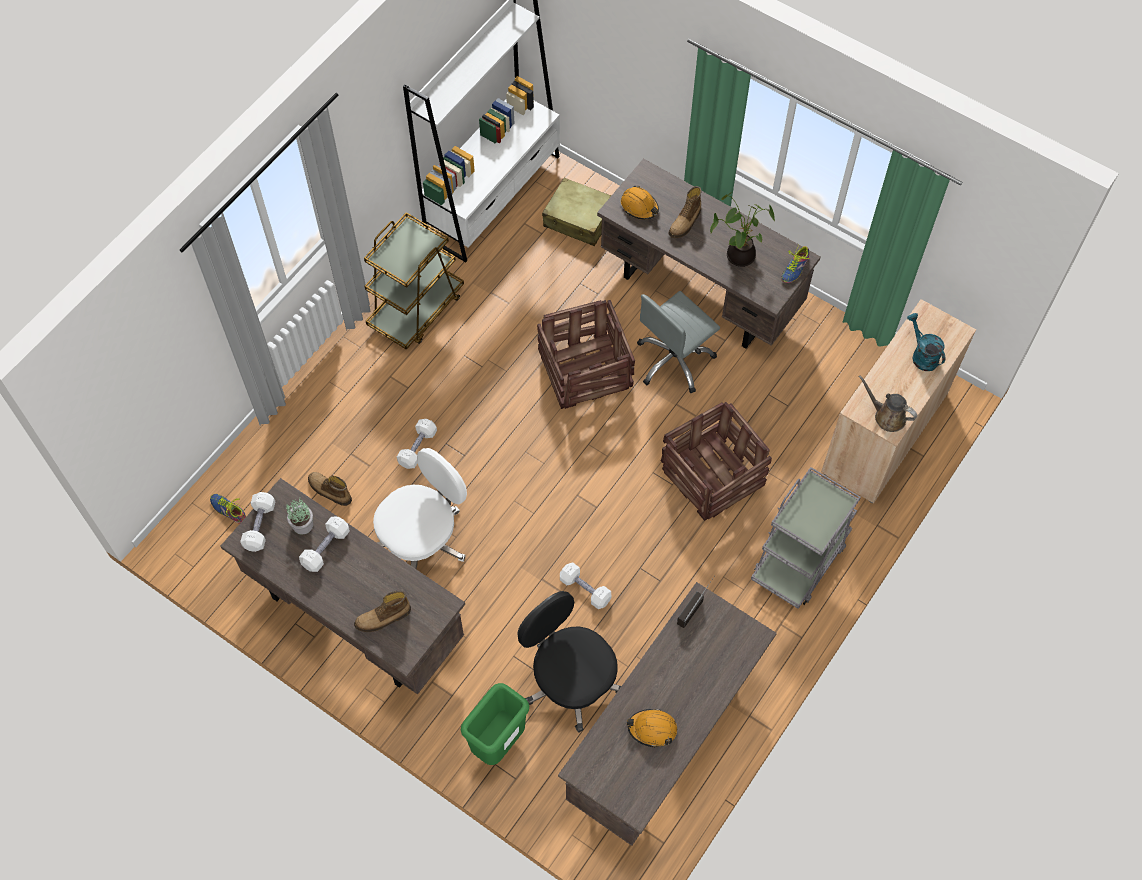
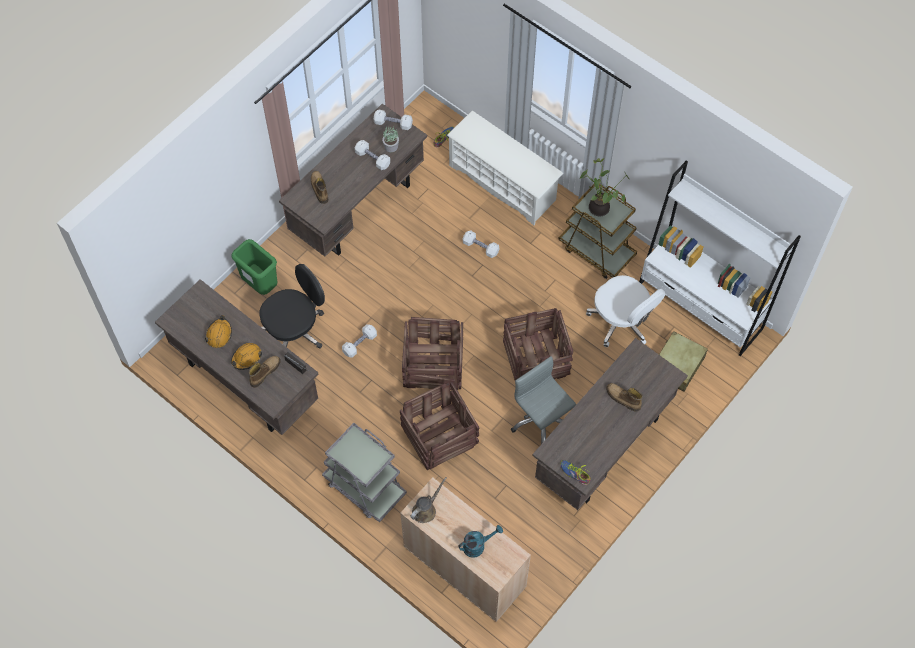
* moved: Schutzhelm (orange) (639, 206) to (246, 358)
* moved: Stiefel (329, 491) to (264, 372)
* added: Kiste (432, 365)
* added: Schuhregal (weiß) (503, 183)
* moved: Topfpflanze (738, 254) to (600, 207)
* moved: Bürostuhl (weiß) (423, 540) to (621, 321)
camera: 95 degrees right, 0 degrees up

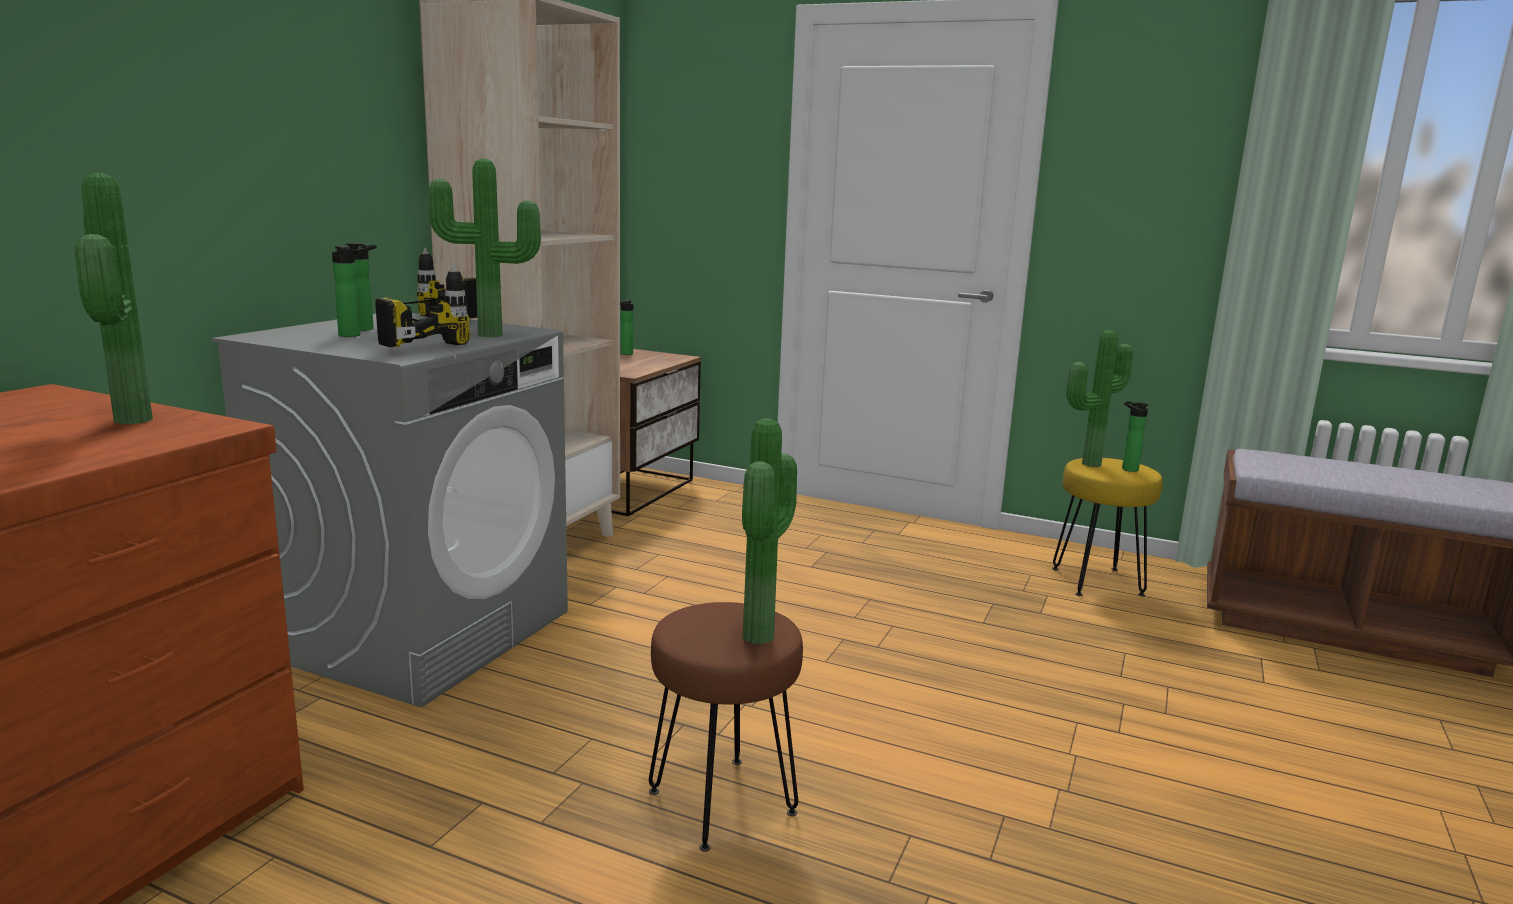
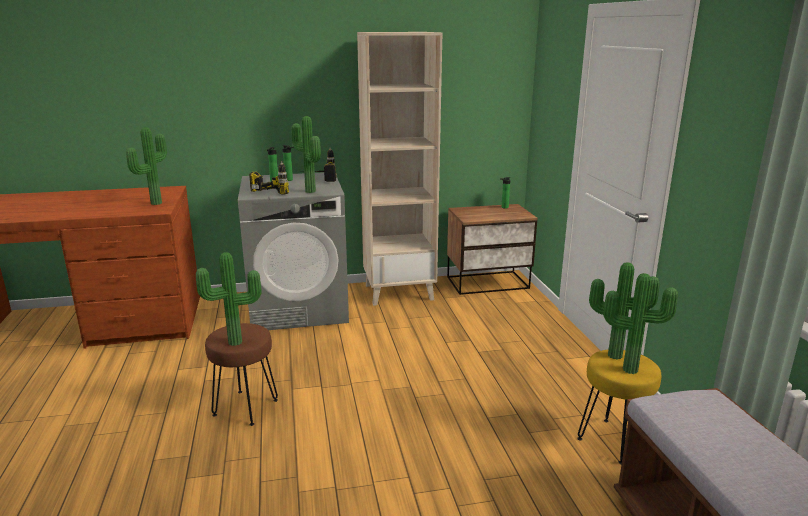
* replaced: Flasche (1127, 469) to Topfpflanze (629, 368)
camera: 55 degrees right, 5 degrees up

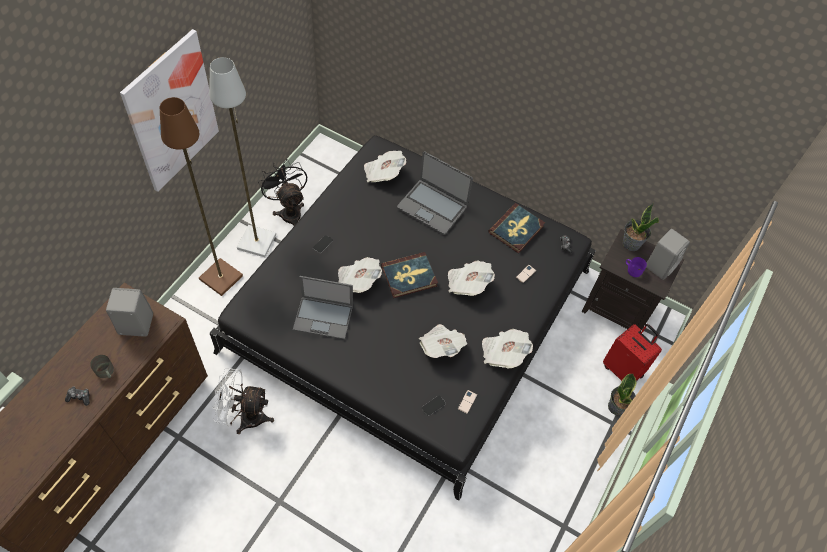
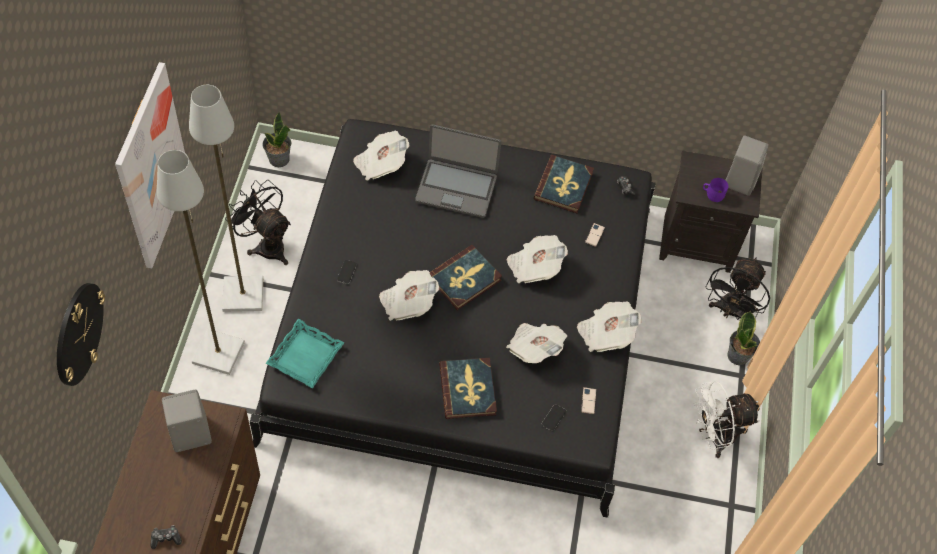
* added: Wanduhr (78, 333)
* recoloured: Stehlampe (braun) (222, 277) to Stehlampe (grau) (219, 352)
* moved: Topfpflanze (631, 243) to (278, 159)
* added: Tablett (türkis) (305, 356)
* added: Buch (468, 390)
* moved: Ventilator (weiß) (245, 416) to (714, 437)
* replaced: Koffer (rot) (623, 370) to Ventilator (schwarz) (729, 312)
* removed: Henkelbecher (grau) (106, 372)
* removed: Laptop (324, 317)
camera: 20 degrees left, 0 degrees up

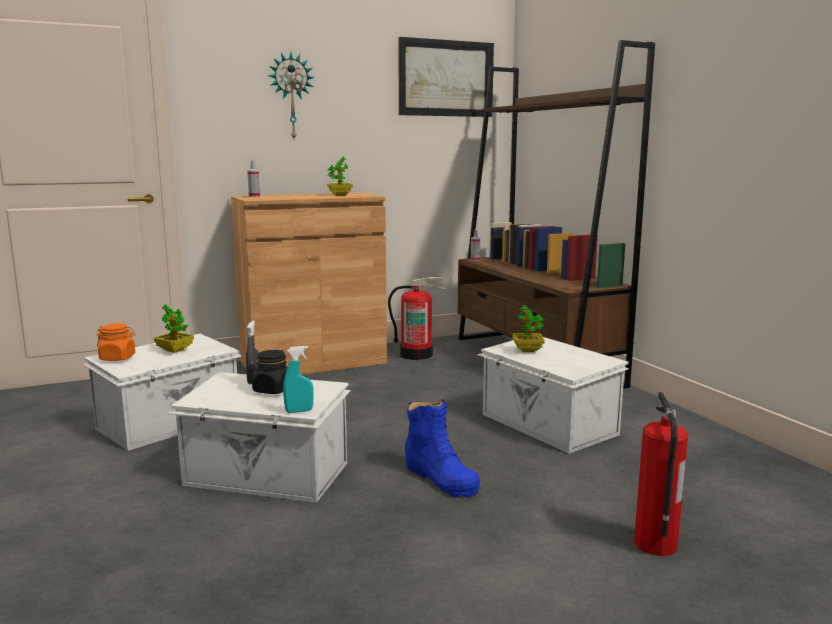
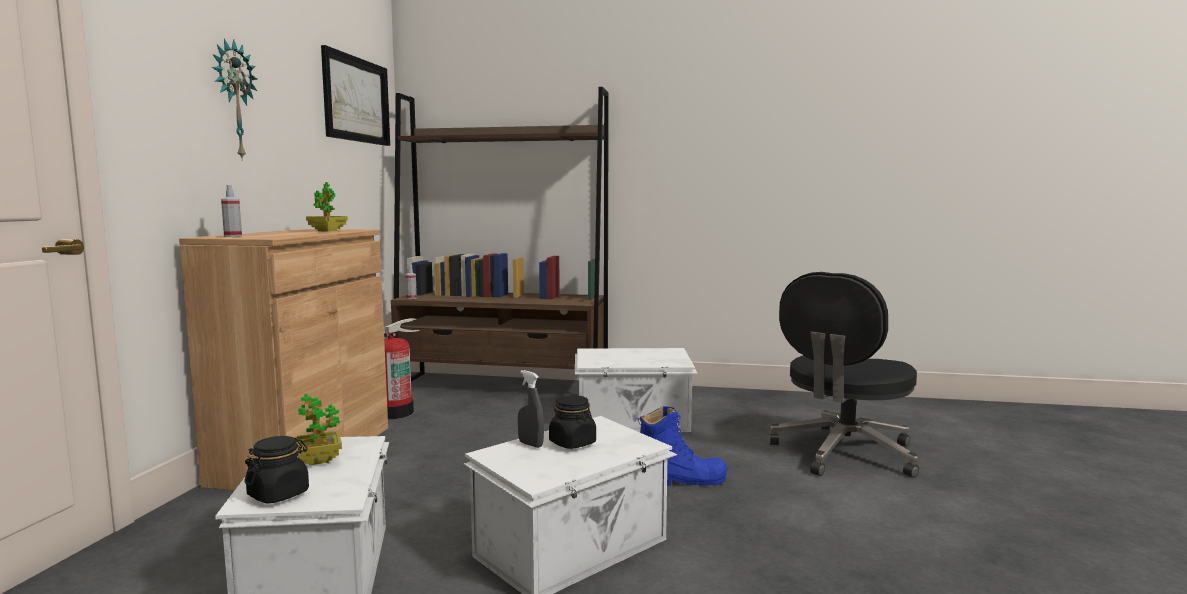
* recoloured: Vorratsglas (orange) (118, 358) to Vorratsglas (schwarz) (279, 494)
* replaced: Feuerlöscher (655, 544) to Bürostuhl (schwarz) (843, 453)
* removed: Sprühflasche (türkis) (299, 411)
* removed: Topfpflanze (527, 350)
camera: 55 degrees left, 5 degrees down

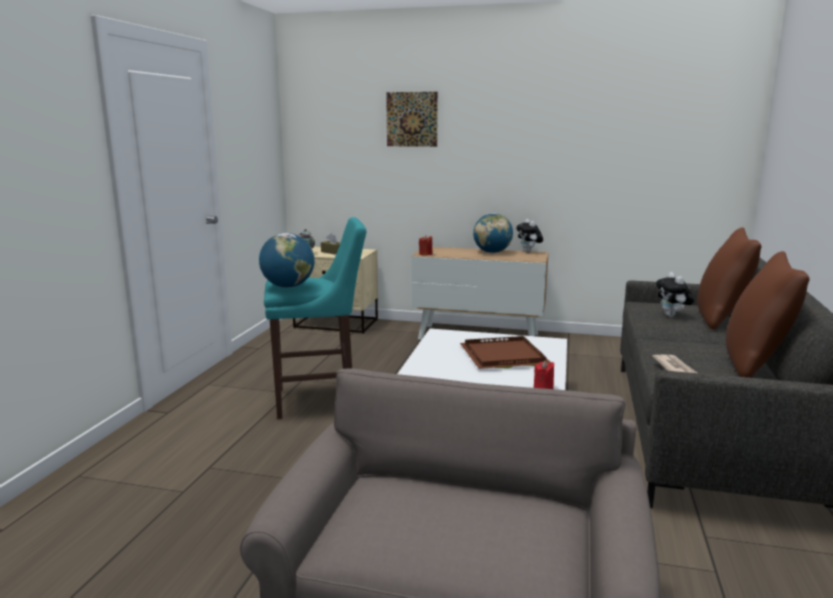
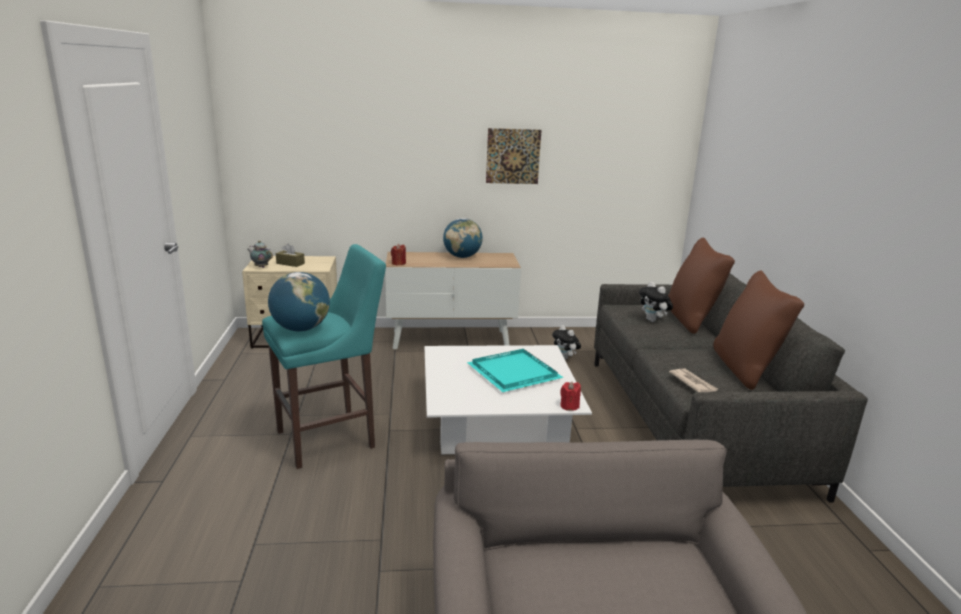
* recoloured: Tablett (braun) (502, 355) to Tablett (türkis) (512, 372)
* moved: Bild (412, 119) to (513, 156)
* moved: Plüschtier (529, 252) to (565, 358)
camera: 20 degrees left, 5 degrees up

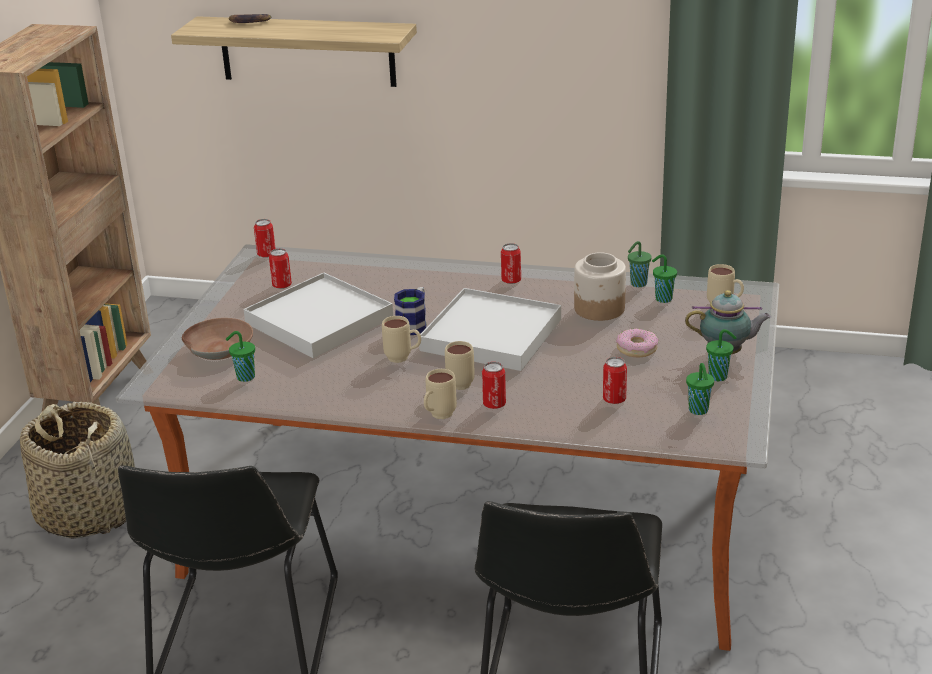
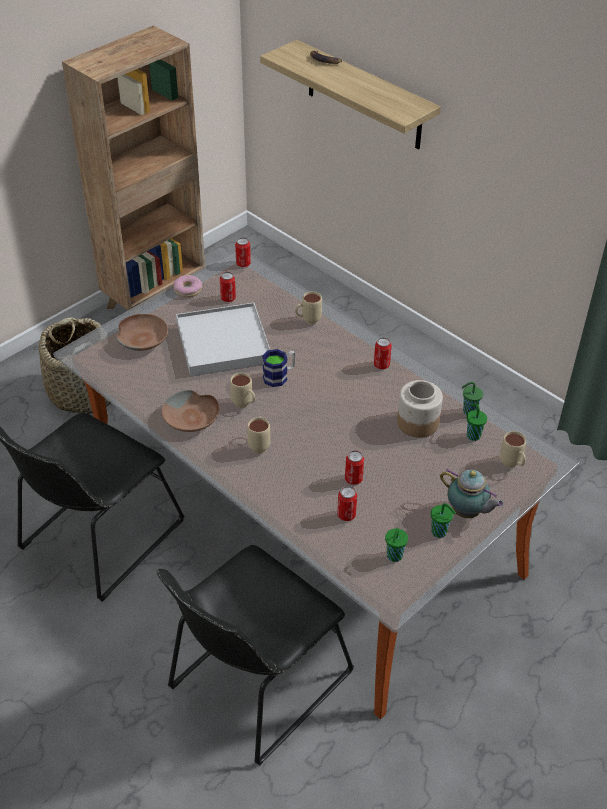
* added: Schüssel (braun) (192, 419)
* moved: Donut (637, 349) to (188, 290)
* moved: Henkelbecher (beige) (438, 416) to (307, 321)
* moved: Dose (494, 404) to (353, 479)
* removed: Tasse (grün) (244, 377)
* removed: Tablett (weiß) (492, 335)
camera: 30 degrees right, 15 degrees up

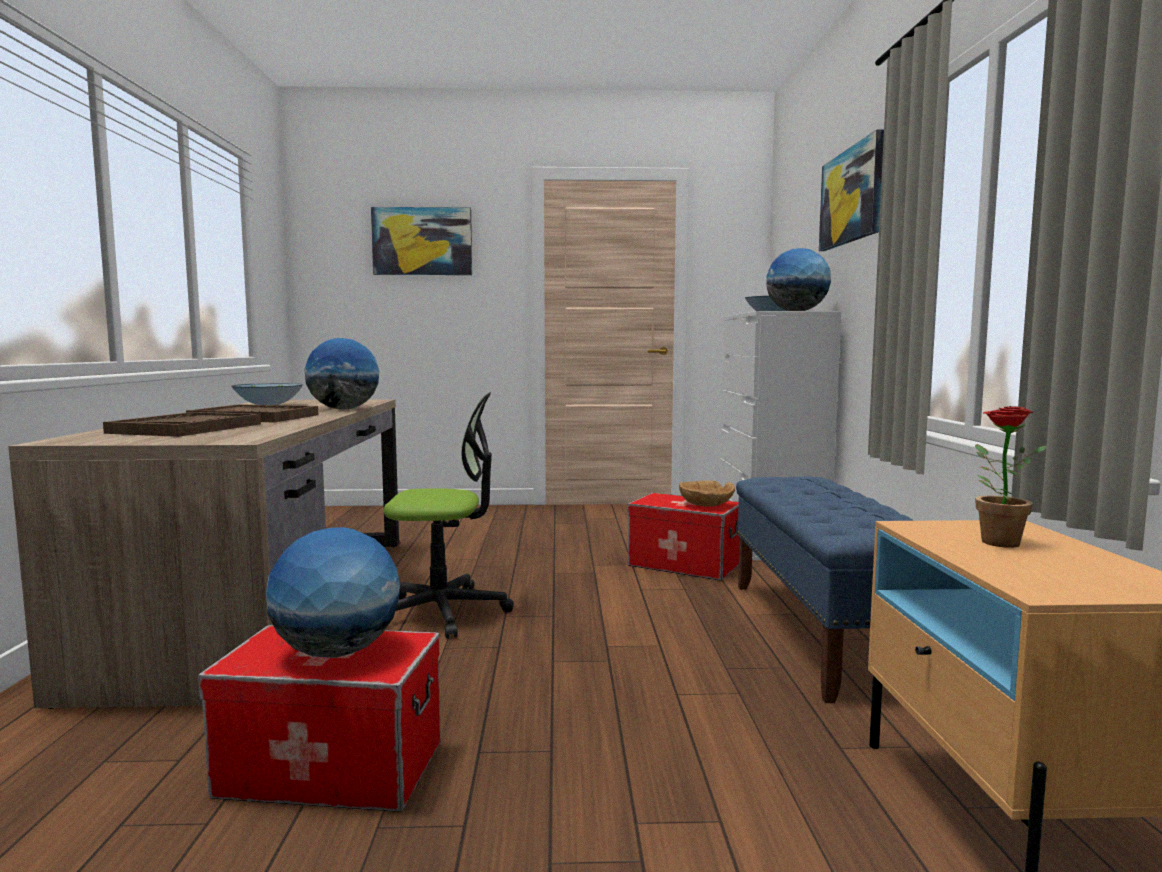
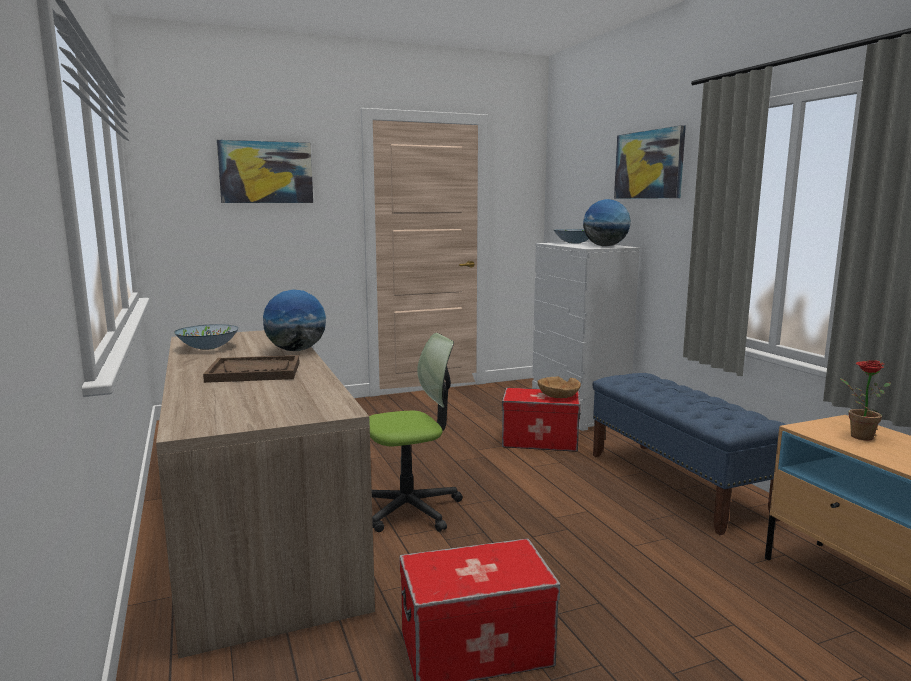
* removed: Tablett (braun) (186, 428)
* removed: Globus (336, 652)
camera: 20 degrees left, 5 degrees up

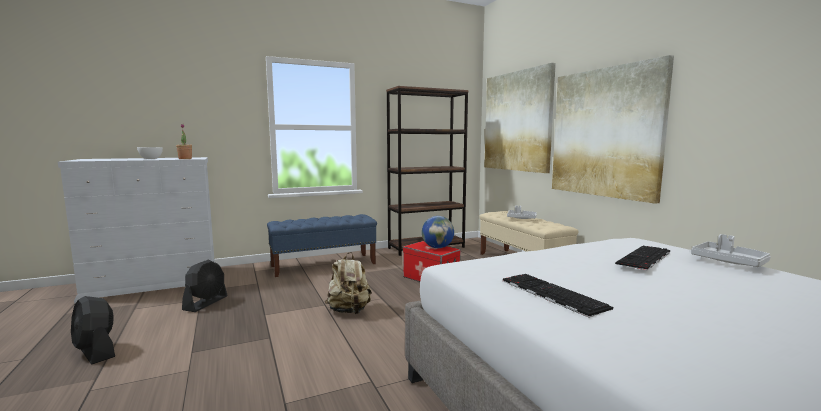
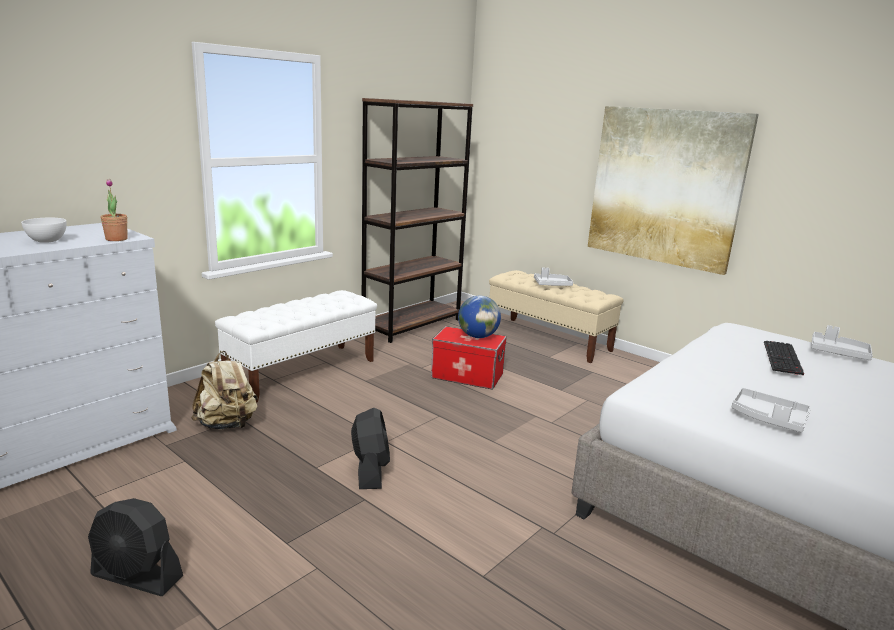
* moved: Rucksack (beige) (349, 311) to (227, 425)
* recoloured: Bank (blau) (324, 265) to Bank (weiß) (302, 372)
* moved: Ventilator (schwarz) (206, 303) to (370, 470)
* replaced: Tastatur (550, 294) to Tablett (grau) (768, 418)
* removed: Bild (517, 121)
camera: 25 degrees left, 10 degrees up

